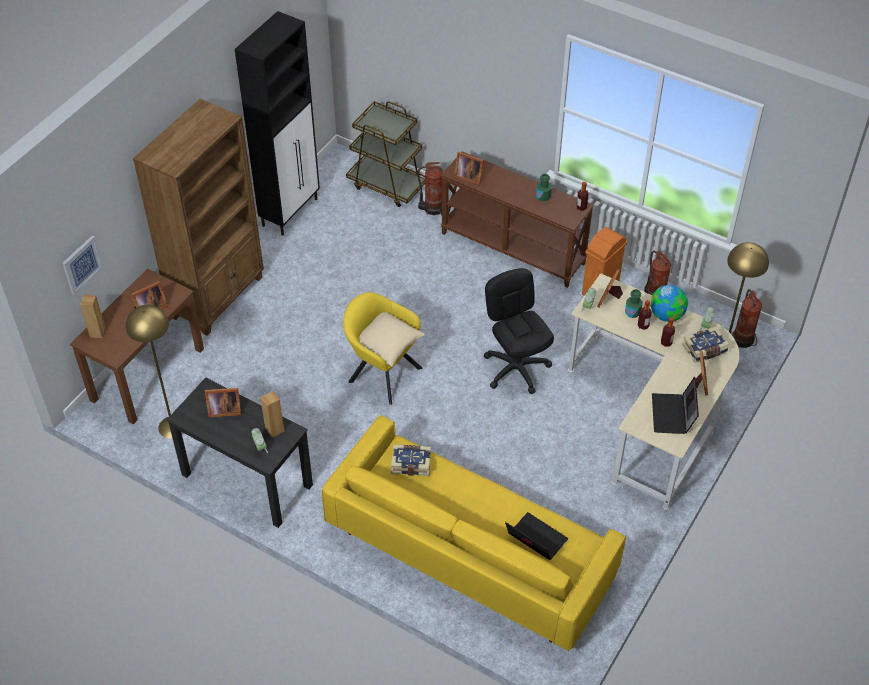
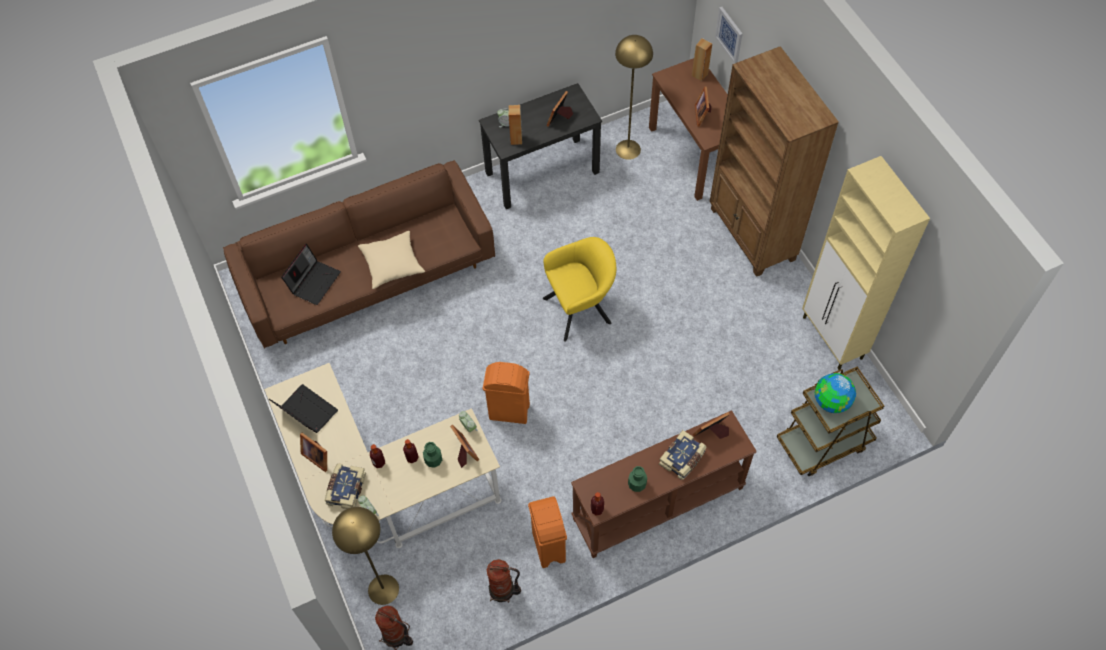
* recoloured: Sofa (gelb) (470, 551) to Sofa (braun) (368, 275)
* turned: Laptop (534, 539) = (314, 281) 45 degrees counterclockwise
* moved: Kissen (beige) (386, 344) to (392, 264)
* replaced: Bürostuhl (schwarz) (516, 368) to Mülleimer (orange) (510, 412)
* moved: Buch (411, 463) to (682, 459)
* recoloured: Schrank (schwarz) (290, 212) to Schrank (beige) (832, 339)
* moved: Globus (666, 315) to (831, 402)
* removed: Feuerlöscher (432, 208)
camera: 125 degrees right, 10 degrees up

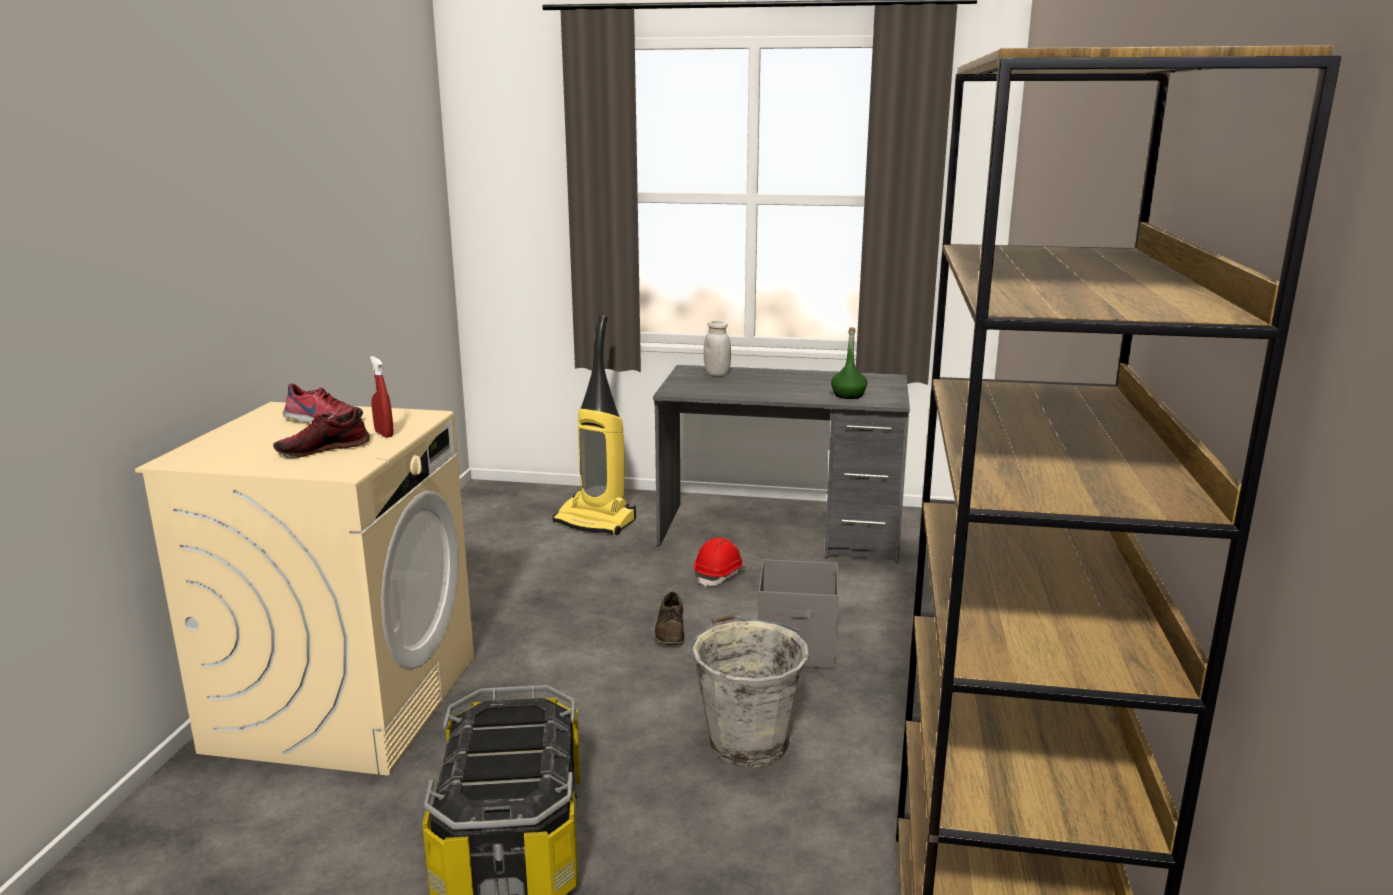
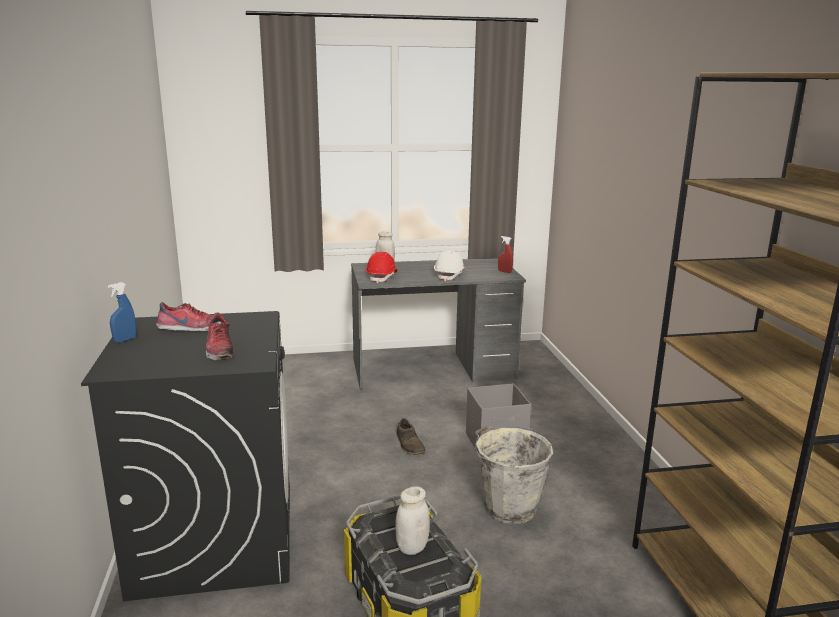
* recoloured: Waschmaschine (beige) (346, 701) to Waschmaschine (schwarz) (216, 537)
* added: Sprühflasche (blau) (125, 340)
* turned: Schuh (323, 449) = (218, 349) 60 degrees counterclockwise
* moved: Schutzhelm (rot) (720, 575) to (382, 277)
* added: Vorratsglas (weiß) (412, 547)
* added: Schutzhelm (weiß) (450, 275)
* moved: Sprühflasche (rot) (384, 434) to (504, 272)
* removed: Staubsauger (596, 521)
* removed: Flasche (grün) (848, 395)
camera: 20 degrees left, 0 degrees up

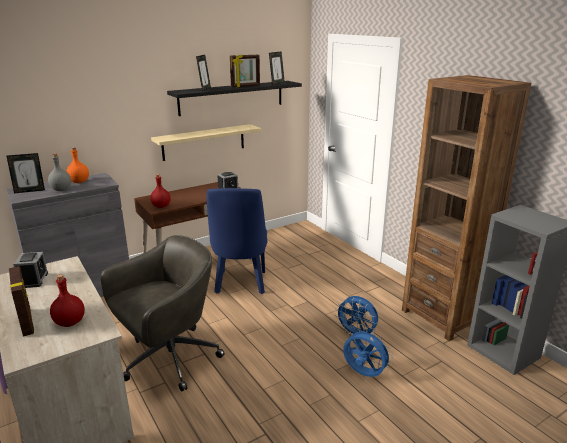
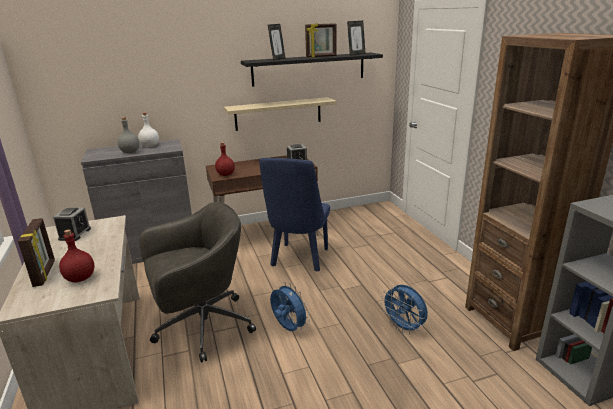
* recoloured: Flasche (orange) (79, 182) to Flasche (weiß) (150, 146)
* moved: Ventilator (blau) (363, 374) to (288, 328)
* removed: Bilderrahmen (29, 191)
camera: 15 degrees right, 0 degrees up

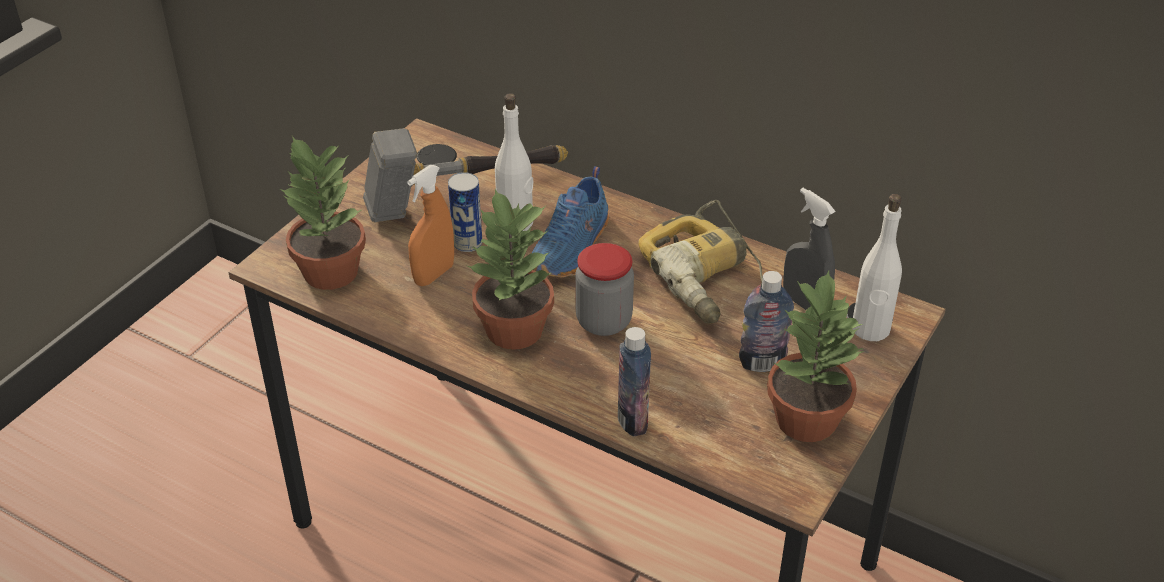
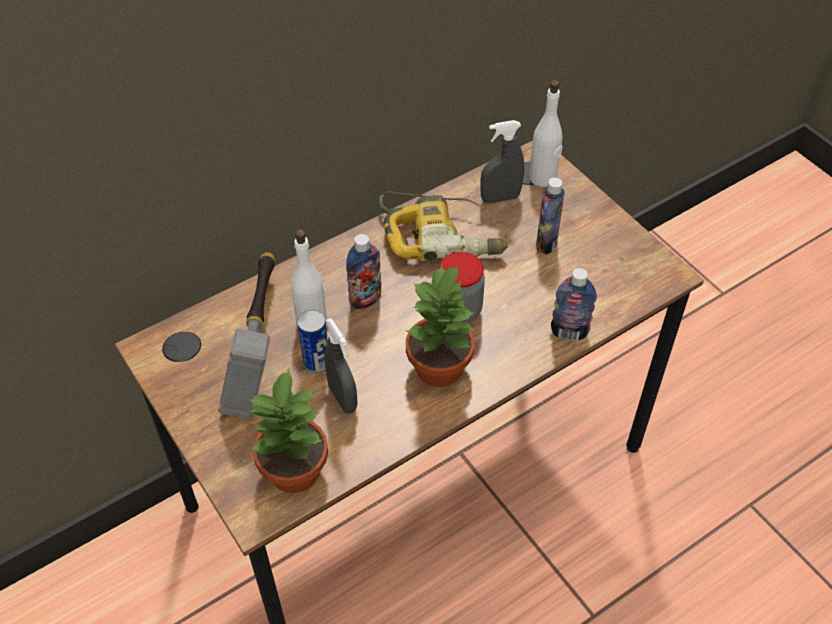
* recoloured: Sprühflasche (orange) (434, 274) to Sprühflasche (grau) (342, 398)
* replaced: Schuh (blau) (572, 248) to Flasche (365, 299)
* removed: Topfpflanze (805, 418)
camera: 65 degrees left, 10 degrees up

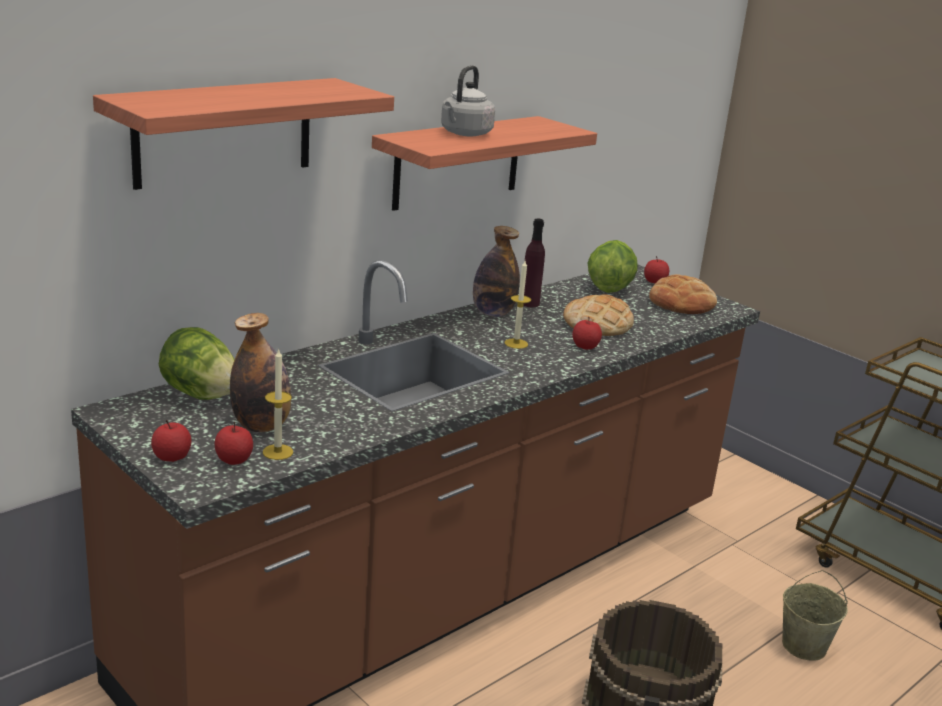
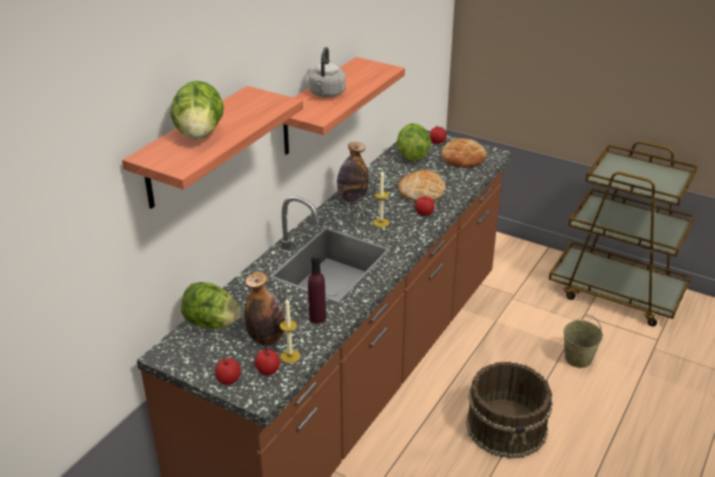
* added: Salatkopf (200, 134)
* moved: Flasche (lila) (529, 303) to (317, 318)
camera: 15 degrees left, 10 degrees up

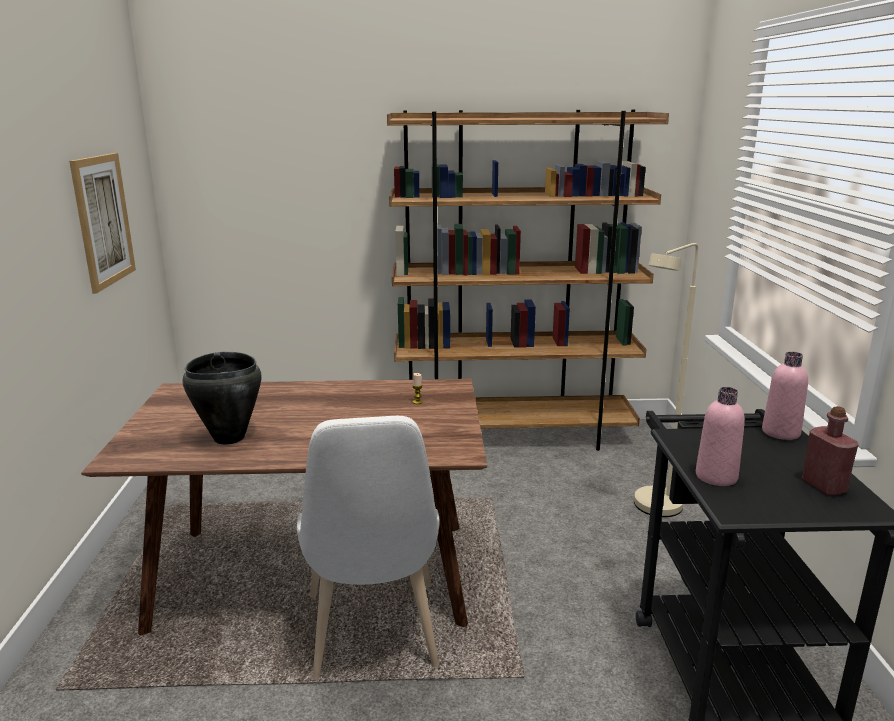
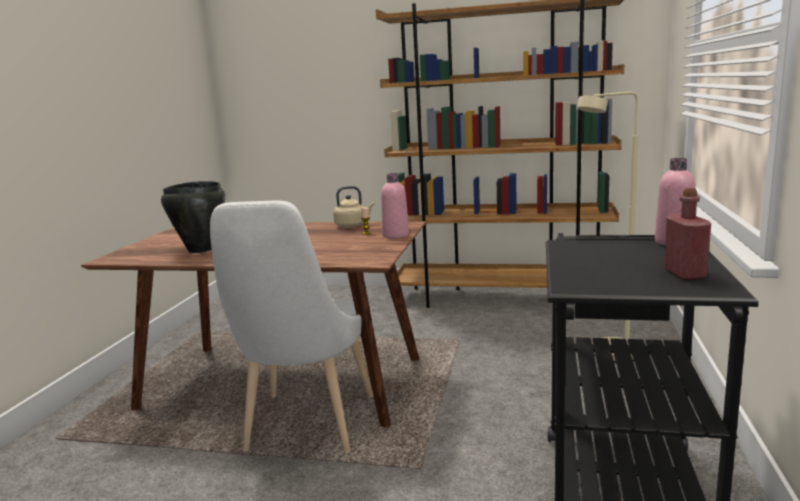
* added: Wasserkessel (beige) (352, 225)
* moved: Flasche (rosa) (716, 477) to (395, 235)
* removed: Bild (103, 220)
camera: 15 degrees right, 5 degrees down

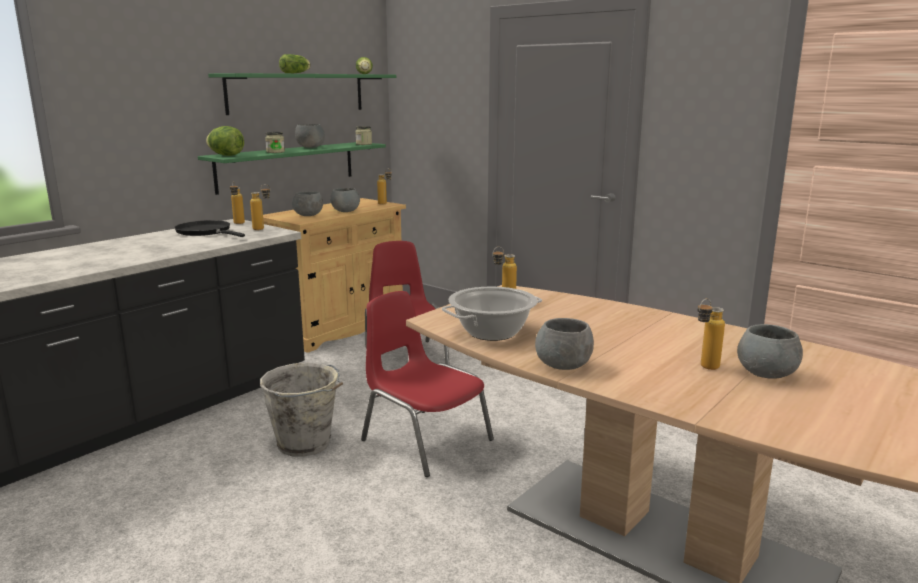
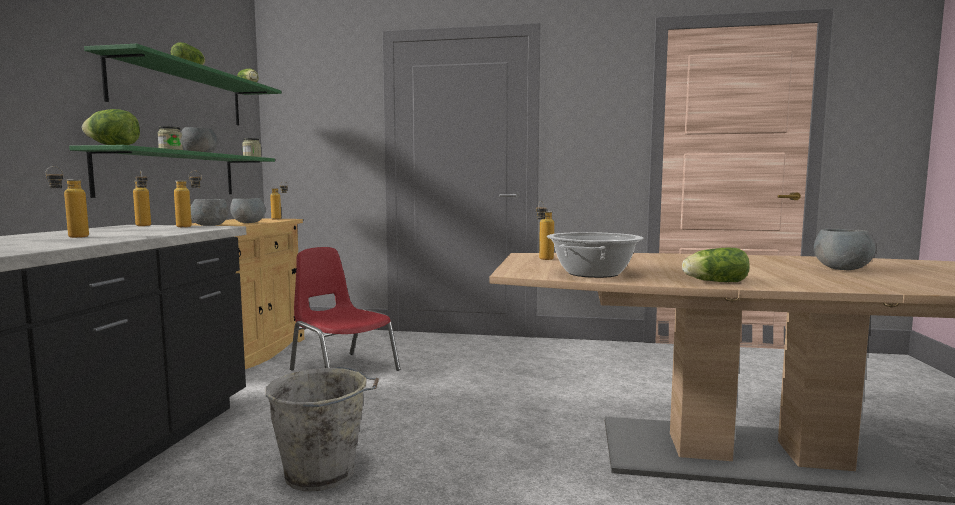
* moved: Flasche (704, 368) to (70, 237)
* replaced: Schüssel (grau) (563, 366) to Salatkopf (713, 282)
* removed: Pfanne (schwarz) (206, 232)
* removed: Stuhl (rot) (425, 440)
camera: 30 degrees left, 10 degrees down

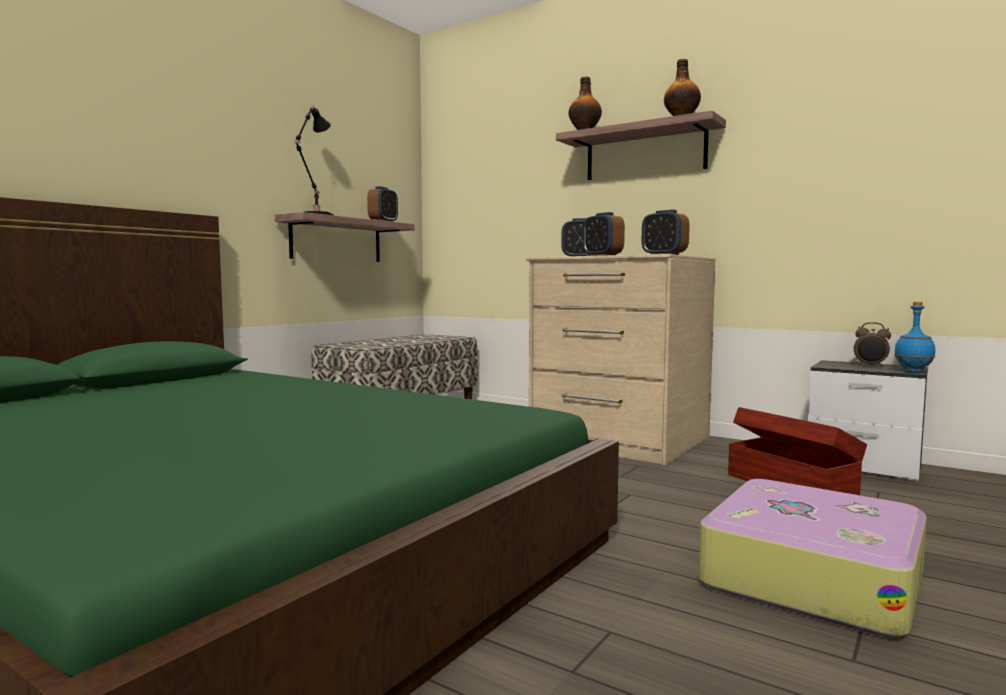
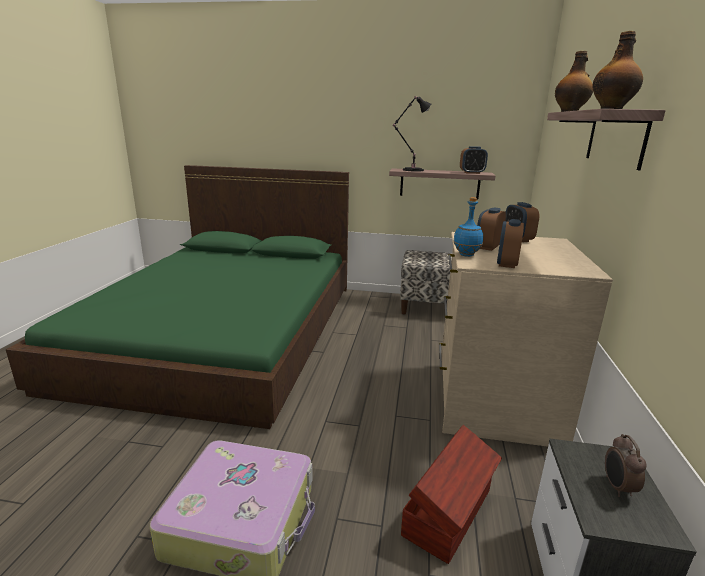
* moved: Flasche (blau) (913, 371) to (466, 255)
camera: 65 degrees right, 15 degrees up

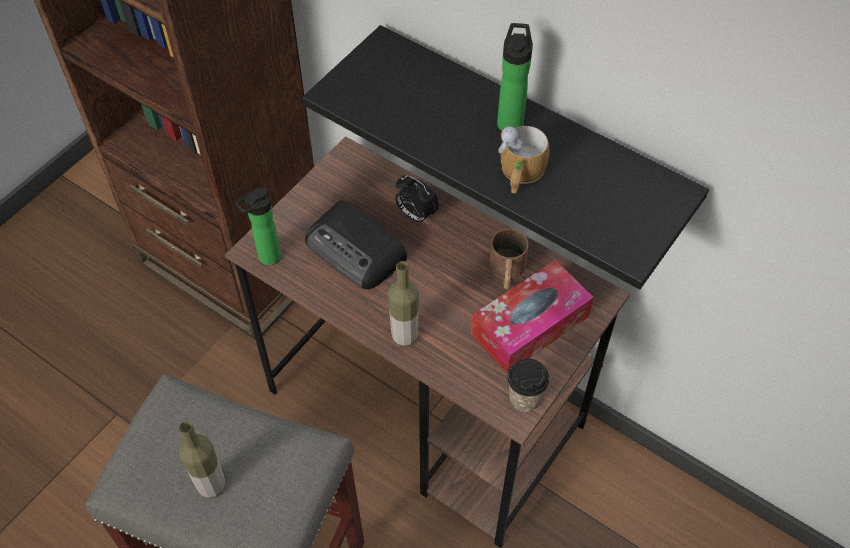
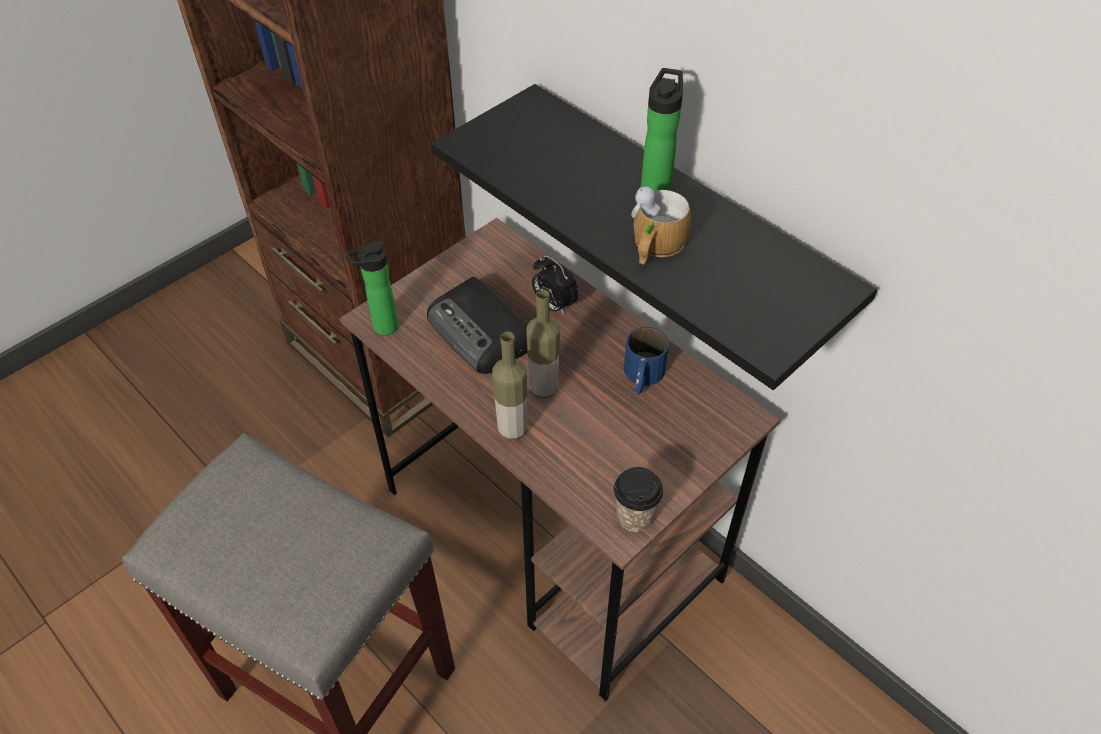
* moved: Flasche (212, 486) to (543, 389)
* recoloured: Henkelbecher (braun) (506, 272) to Henkelbecher (blau) (642, 377)
* removed: Taschentuchbox (530, 325)
camera: 10 degrees right, 5 degrees down

